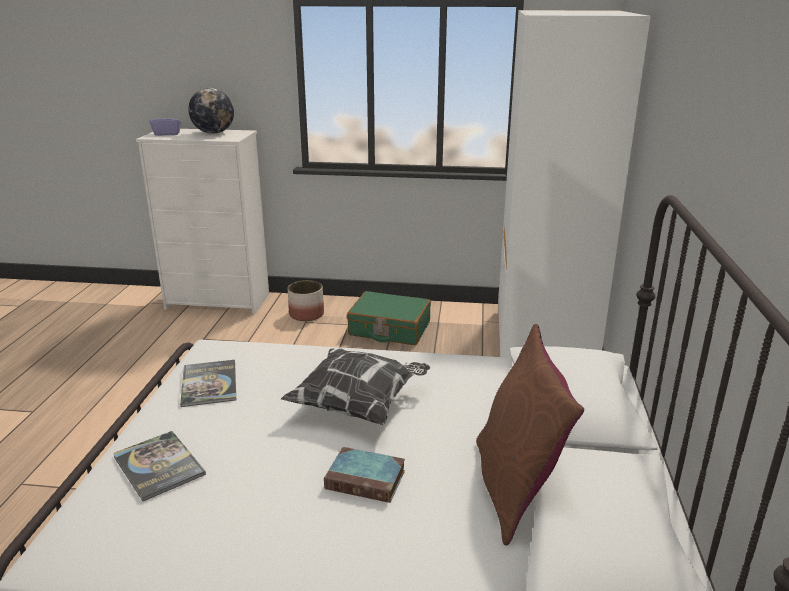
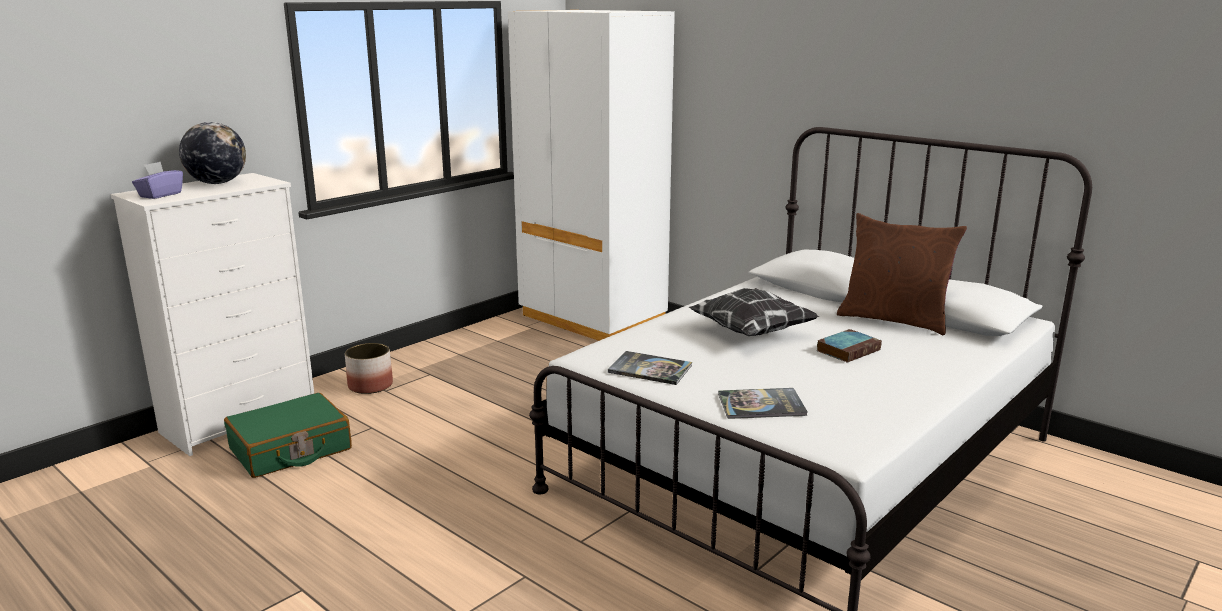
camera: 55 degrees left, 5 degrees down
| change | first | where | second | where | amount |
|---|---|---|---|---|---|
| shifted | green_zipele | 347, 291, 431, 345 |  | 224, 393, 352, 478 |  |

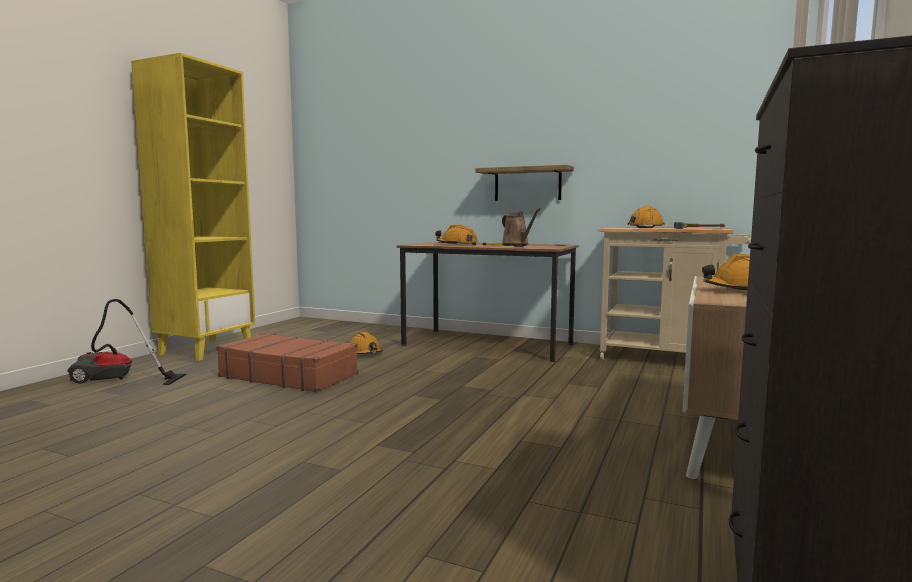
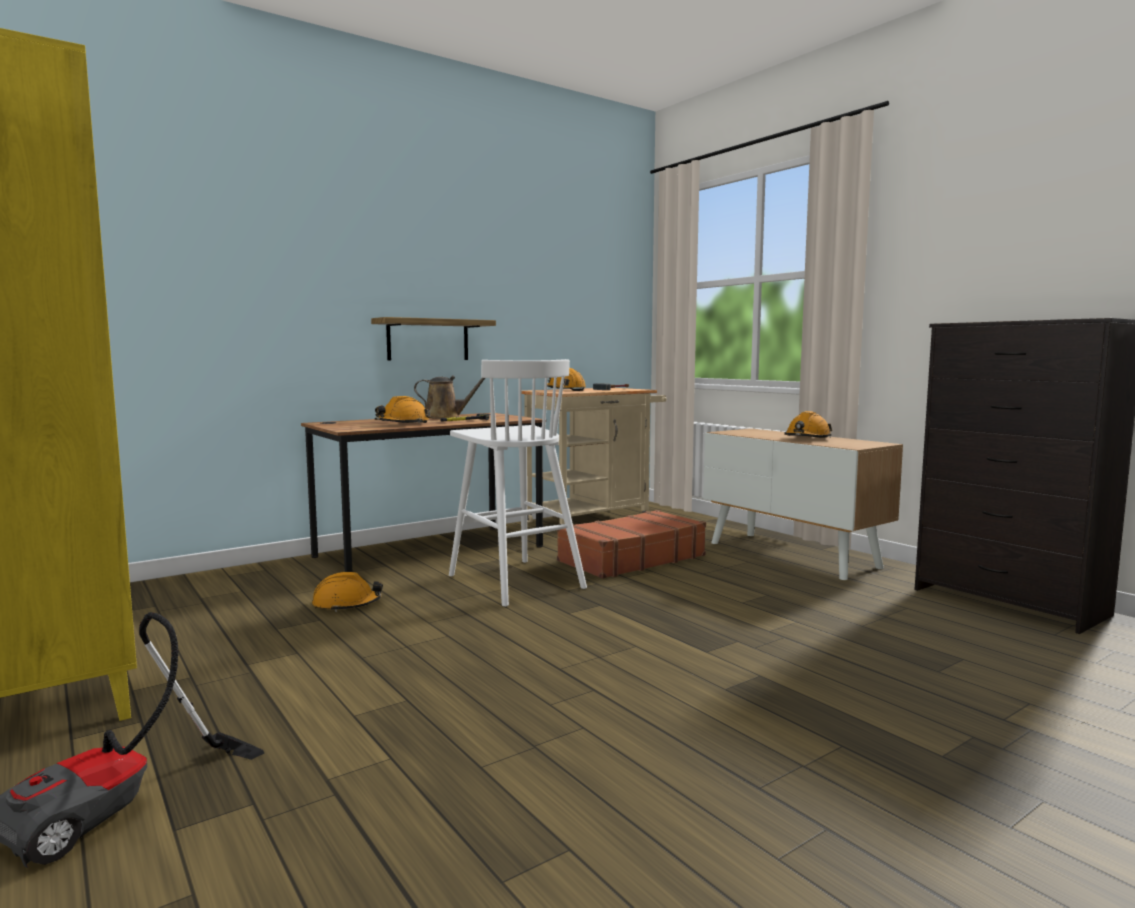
camera: 60 degrees left, 0 degrees up
| change | first | where | second | where | amount |
|---|---|---|---|---|---|
| new |  |  | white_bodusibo | 449, 359, 587, 607 |  |
| shifted | brown_zipele | 216, 333, 358, 392 |  | 557, 510, 706, 579 |  |

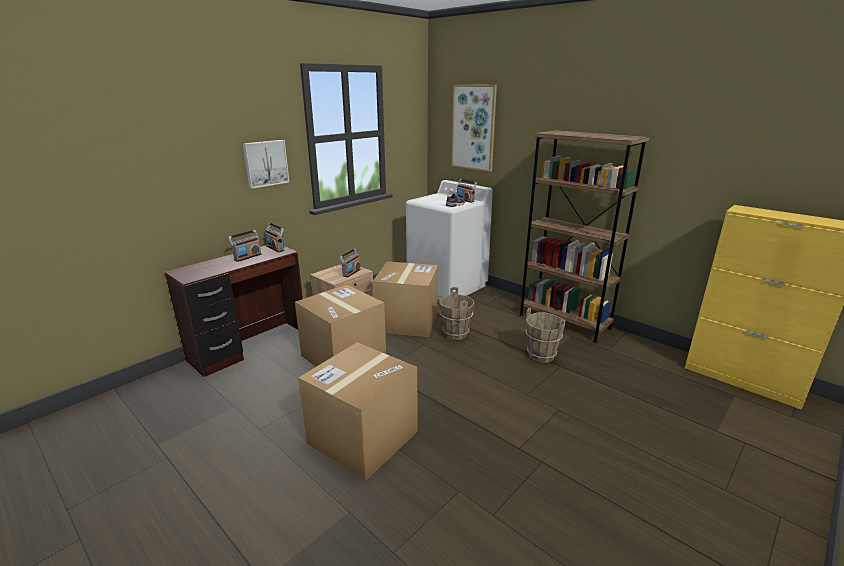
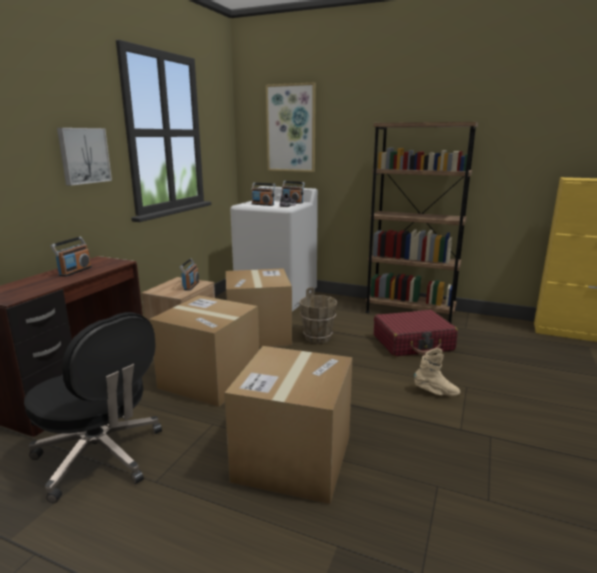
camera: 20 degrees left, 5 degrees down
| change | first | where | second | where | amount |
|---|---|---|---|---|---|
| new |  |  | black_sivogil | 24, 312, 162, 503 |  |
| shifted | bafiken | 265, 223, 285, 252 |  | 251, 183, 275, 206 |  |
| swapped | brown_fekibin | 526, 308, 565, 363 | red_zipele | 374, 310, 458, 357 |  |
| new |  |  | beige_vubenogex | 414, 348, 460, 396 |  |

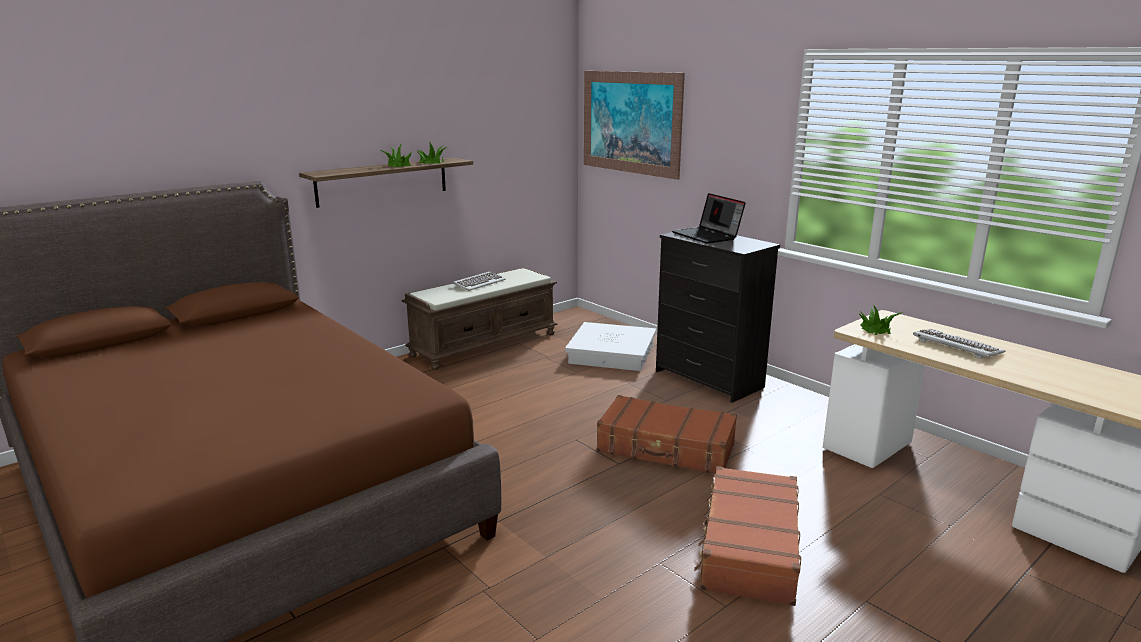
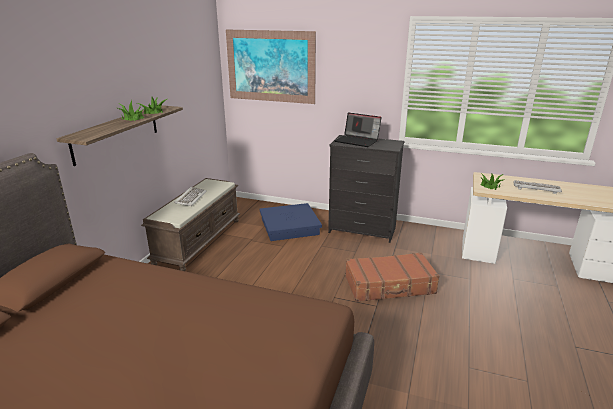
camera: 30 degrees left, 5 degrees up
| change | first | where | second | where | amount |
|---|---|---|---|---|---|
| repainted | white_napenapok | 565, 322, 656, 371 | blue_napenapok | 260, 203, 322, 241 |  |
| gone | brown_zipele | 694, 466, 801, 606 |  |  |  |

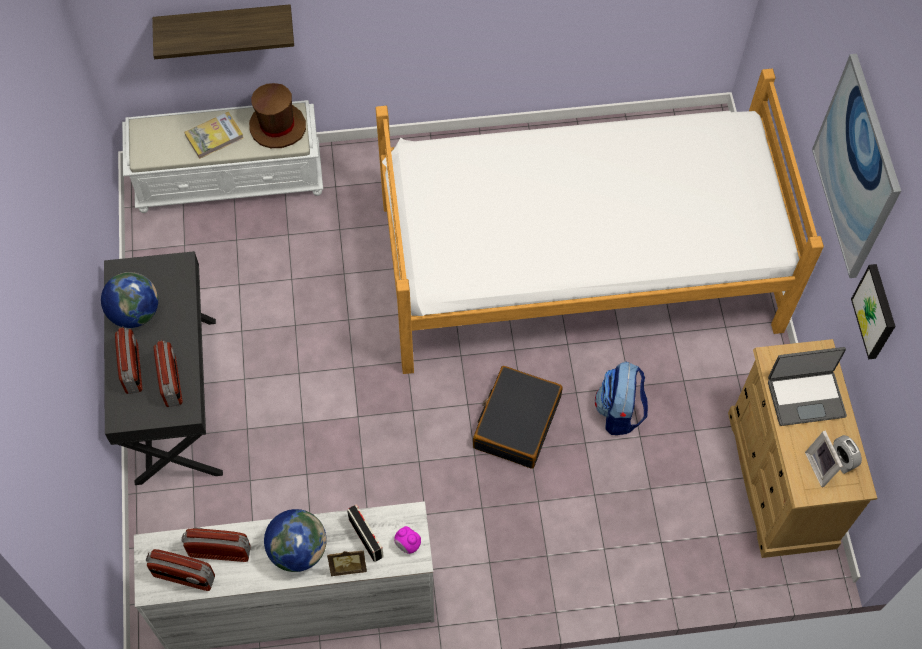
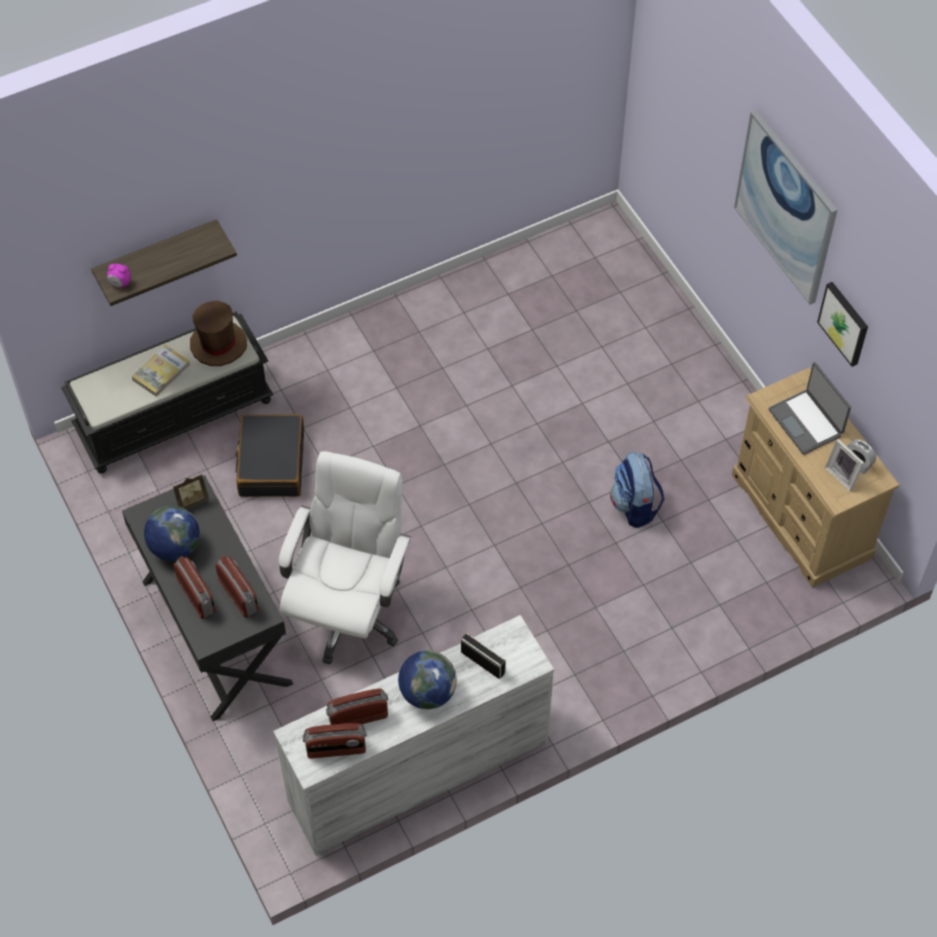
camera: 20 degrees left, 5 degrees down
| change | first | where | second | where | amount |
|---|---|---|---|---|---|
| repainted | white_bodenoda | 122, 100, 323, 213 | black_bodenoda | 61, 312, 273, 473 |  |
| shifted | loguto | 394, 526, 421, 554 |  | 107, 263, 131, 287 |  |
| shifted | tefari | 327, 549, 367, 576 |  | 173, 473, 209, 509 |  |
| shifted | black_zipele | 473, 366, 563, 469 |  | 235, 414, 304, 497 |  |
| new |  |  | white_sivogil | 278, 451, 411, 665 |  |
| rotated | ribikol | 768, 347, 847, 426 |  | 768, 362, 851, 455 | 90 degrees clockwise |
| gone | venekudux | 375, 69, 824, 374 |  |  |  |

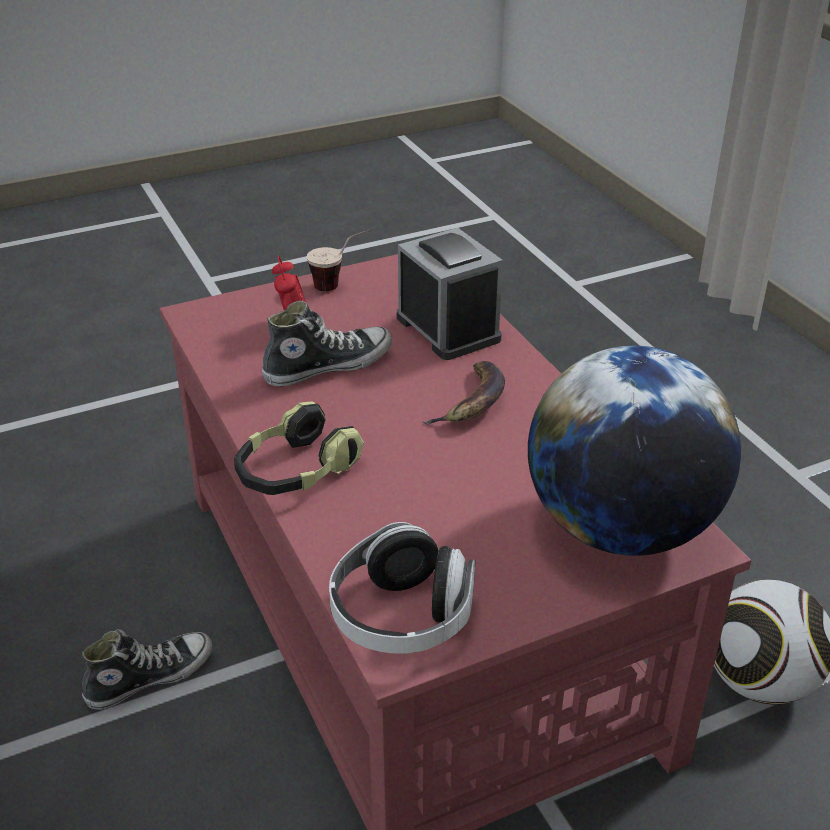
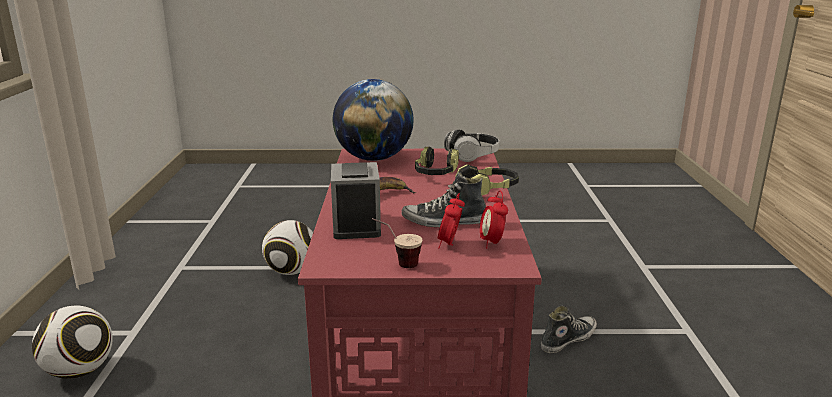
camera: 155 degrees left, 15 degrees down
| change | first | where | second | where | amount |
|---|---|---|---|---|---|
| new |  |  | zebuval | 32, 306, 112, 379 |  |
| new |  |  | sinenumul | 415, 147, 459, 175 |  |
| new |  |  | loguto | 480, 191, 508, 249 |  |
| rotated | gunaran | 82, 629, 212, 710 |  | 541, 306, 597, 353 | 150 degrees clockwise |

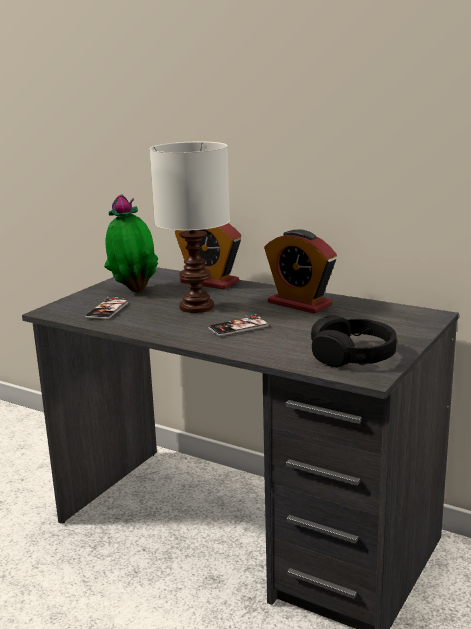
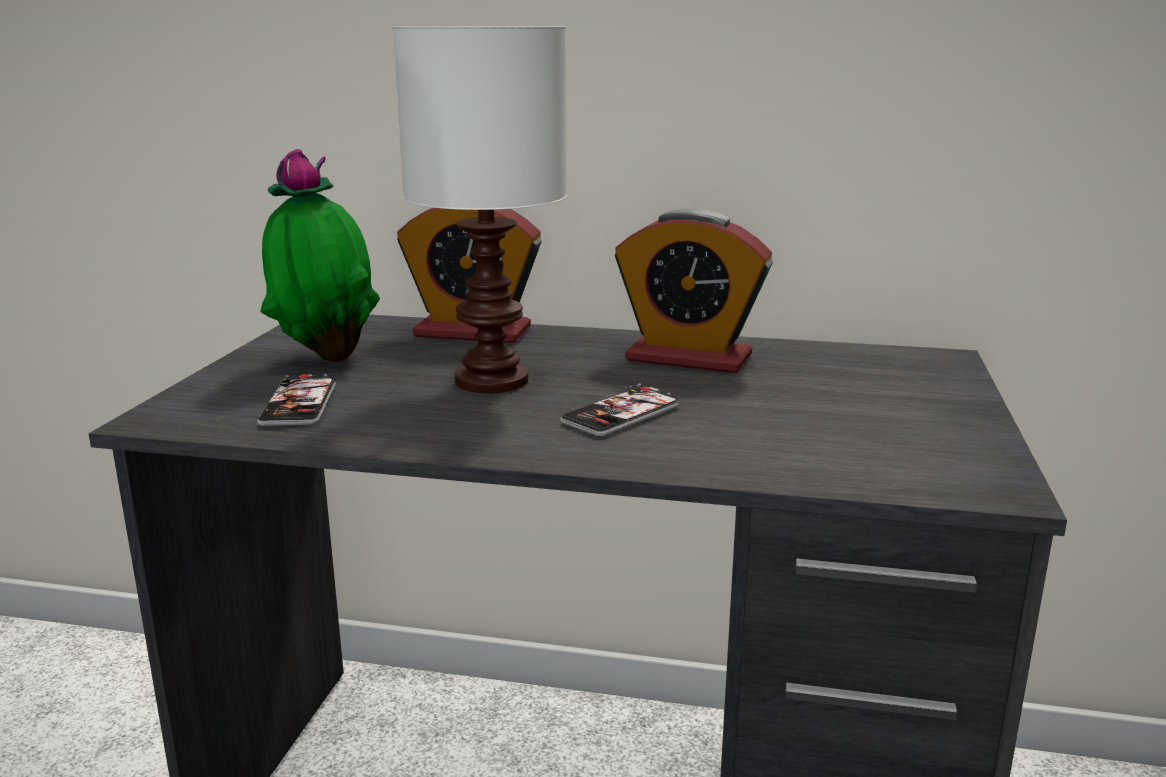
camera: 20 degrees left, 0 degrees up
| change | first | where | second | where | amount |
|---|---|---|---|---|---|
| gone | black_sinenumul | 311, 315, 397, 367 |  |  |  |

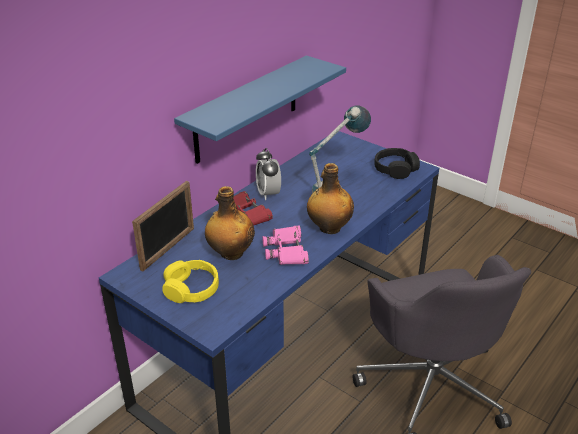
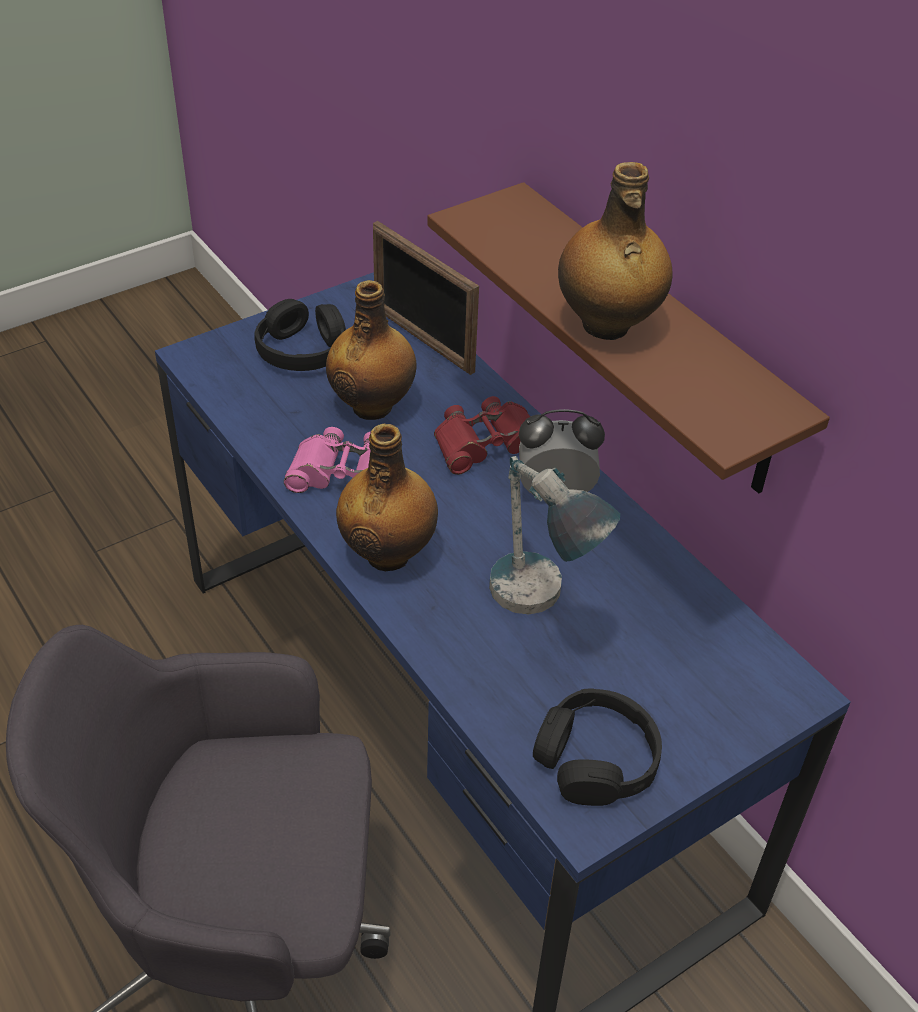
camera: 105 degrees right, 10 degrees up
| change | first | where | second | where | amount |
|---|---|---|---|---|---|
| repainted | yellow_sinenumul | 162, 260, 219, 303 | black_sinenumul | 254, 299, 346, 371 |  |
| repainted | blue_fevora | 174, 55, 346, 164 | brown_fevora | 427, 182, 830, 494 |  |
| new |  |  | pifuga | 558, 162, 673, 340 |  |

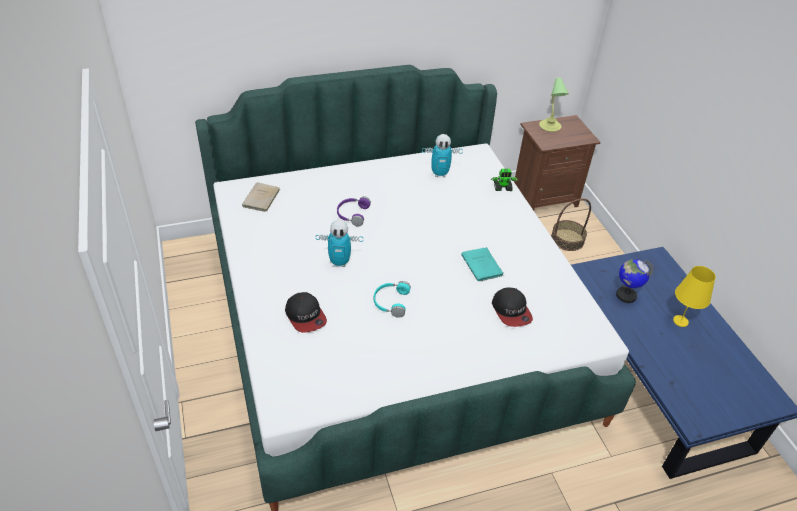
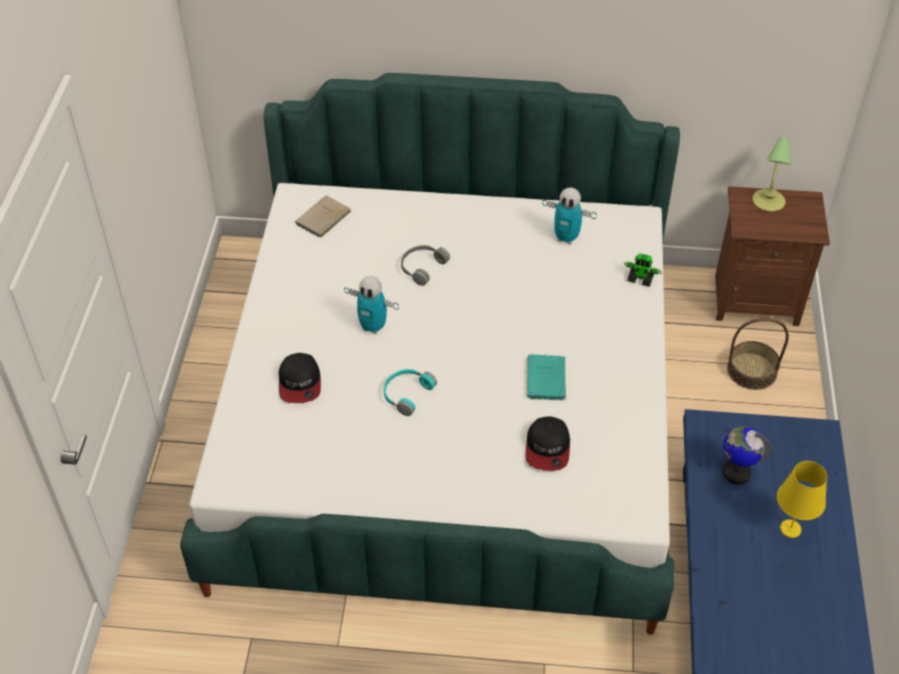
camera: 25 degrees right, 5 degrees up
| change | first | where | second | where | amount |
|---|---|---|---|---|---|
| repainted | purple_sinenumul | 337, 197, 371, 227 | grey_sinenumul | 401, 245, 450, 286 |  |

